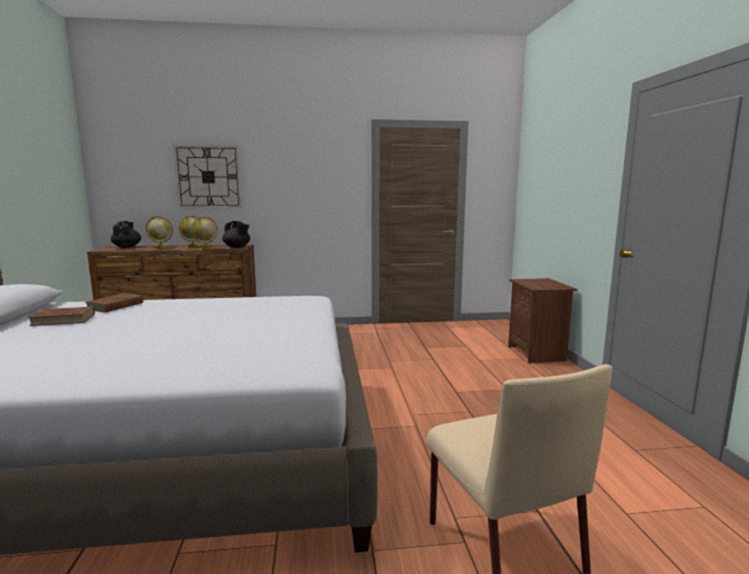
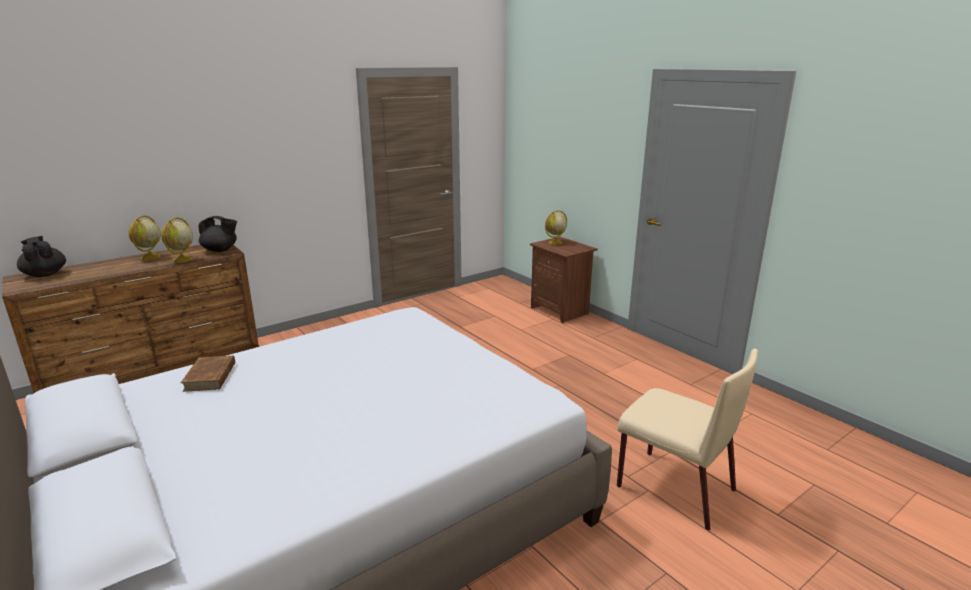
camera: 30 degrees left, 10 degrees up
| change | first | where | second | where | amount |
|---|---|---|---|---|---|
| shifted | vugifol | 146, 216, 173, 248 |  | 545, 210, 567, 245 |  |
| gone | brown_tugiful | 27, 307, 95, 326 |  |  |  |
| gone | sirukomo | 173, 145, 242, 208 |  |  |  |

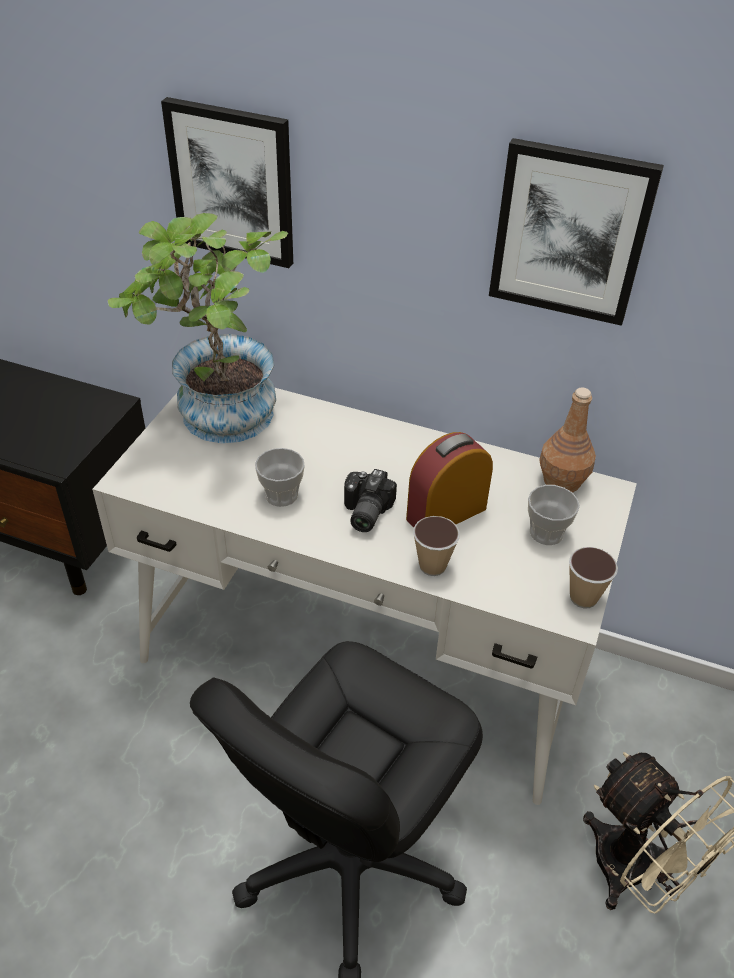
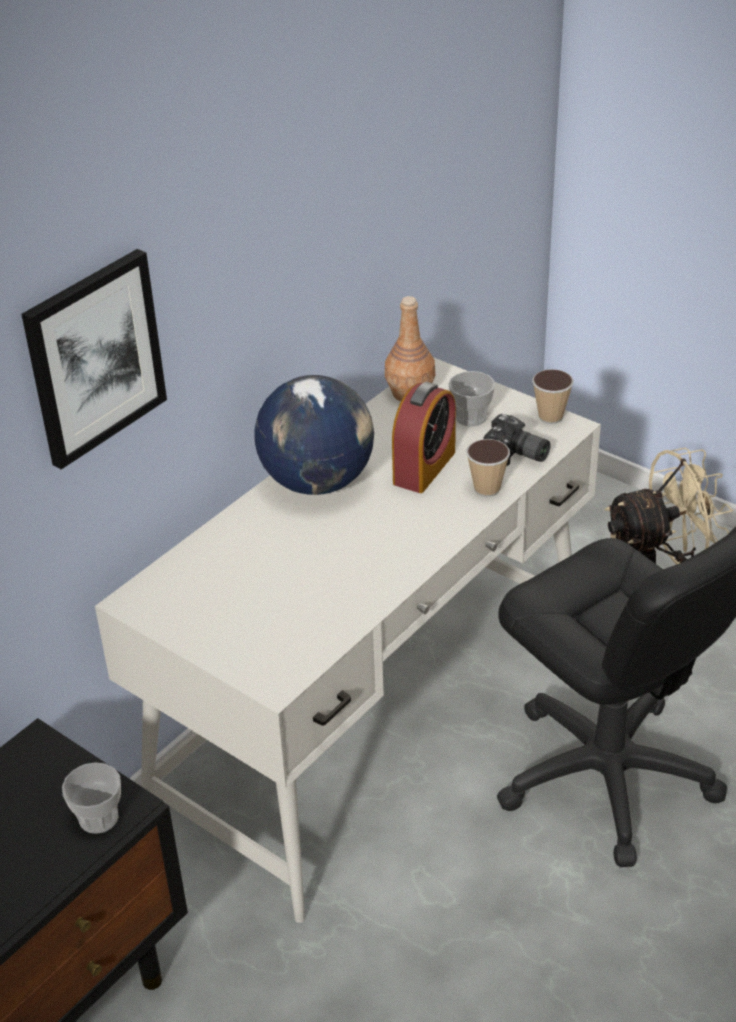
camera: 70 degrees left, 5 degrees down
| change | first | where | second | where | amount |
|---|---|---|---|---|---|
| shifted | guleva | 255, 448, 305, 507 |  | 62, 762, 121, 834 |  |
| new |  |  | vugifol | 254, 375, 374, 495 |  |
| rotated | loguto | 406, 432, 493, 528 |  | 392, 382, 456, 493 | 135 degrees counterclockwise |
| shifted | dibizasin | 344, 469, 397, 532 |  | 483, 414, 551, 466 |  |
| gone | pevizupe | 107, 213, 288, 443 |  |  |  |
| gone | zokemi | 489, 138, 664, 326 |  |  |  |

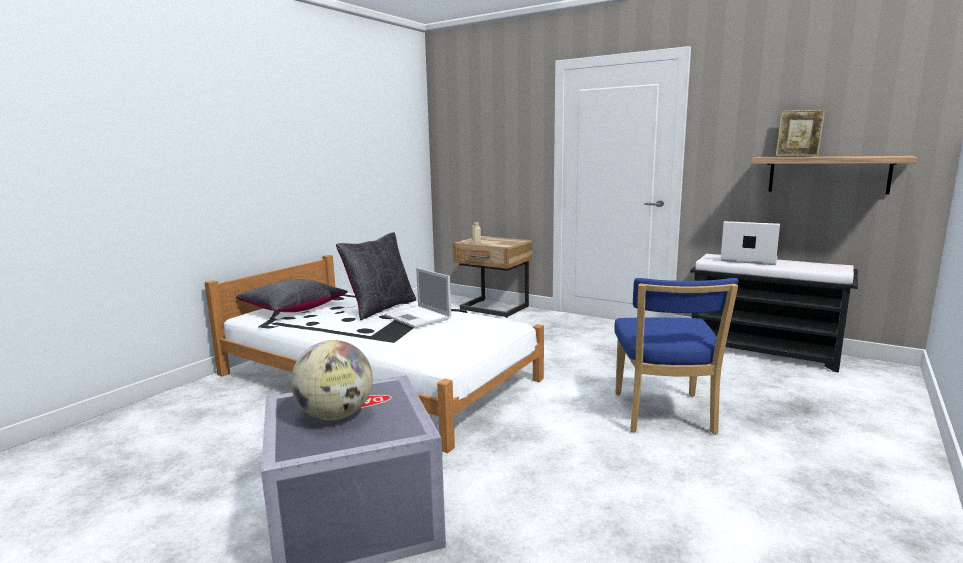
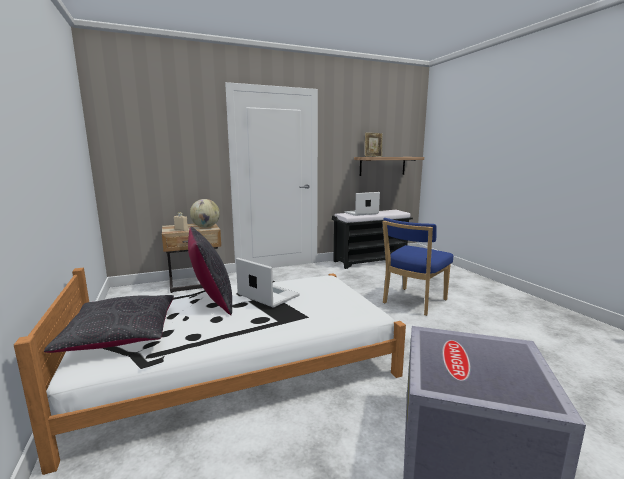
camera: 55 degrees left, 0 degrees up
| change | first | where | second | where | amount |
|---|---|---|---|---|---|
| shifted | vugifol | 291, 340, 373, 420 |  | 190, 199, 220, 228 |  |
| rotated | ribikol | 384, 268, 451, 328 |  | 236, 258, 300, 308 | 135 degrees counterclockwise |
| rotated | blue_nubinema | 614, 278, 738, 434 |  | 382, 218, 453, 316 | 90 degrees clockwise |

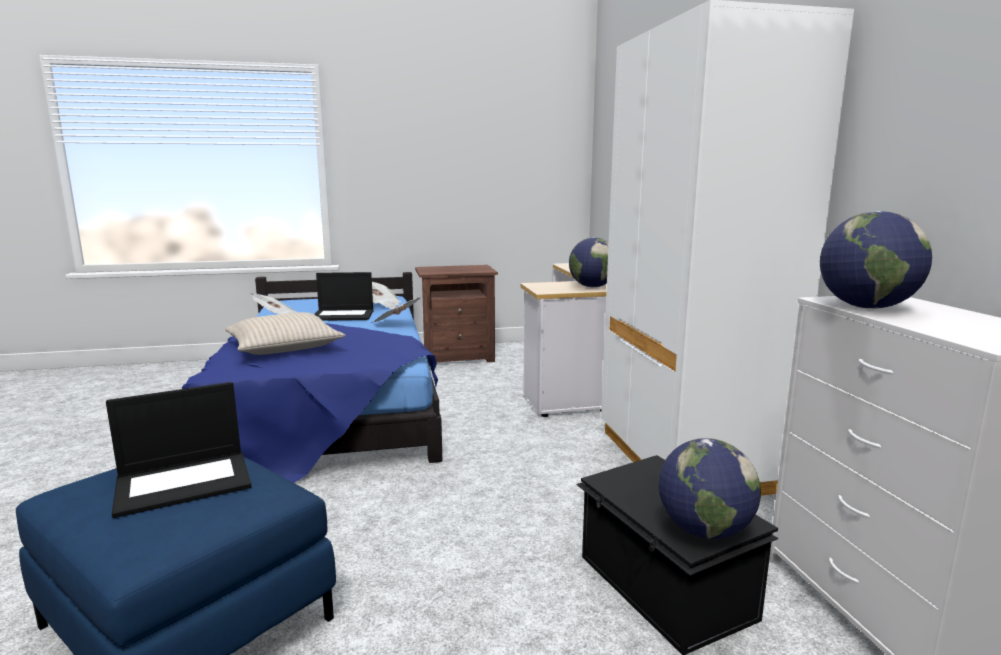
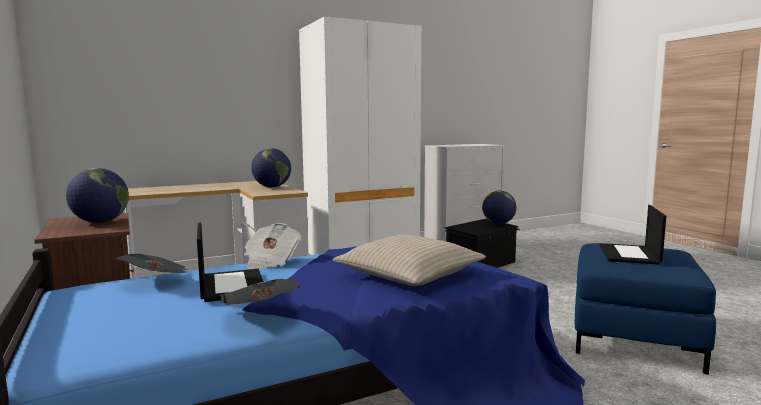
camera: 105 degrees left, 5 degrees down
| change | first | where | second | where | amount |
|---|---|---|---|---|---|
| shifted | vugifol | 820, 211, 932, 309 |  | 66, 168, 129, 223 |  |
| rotated | ribikol | 106, 382, 252, 518 |  | 599, 205, 666, 265 | 120 degrees counterclockwise |

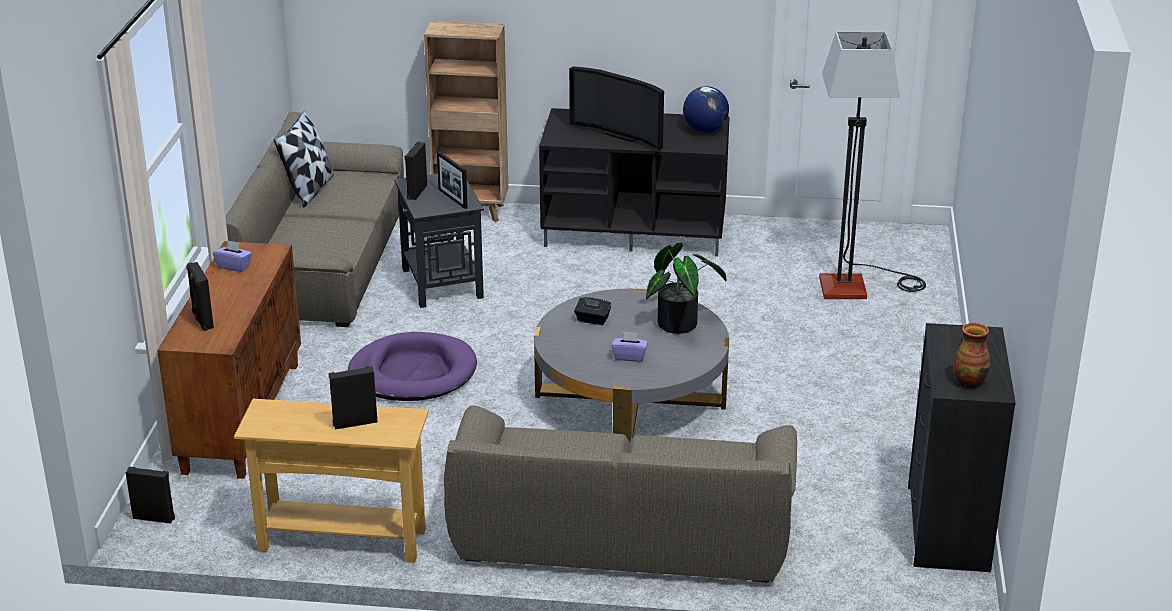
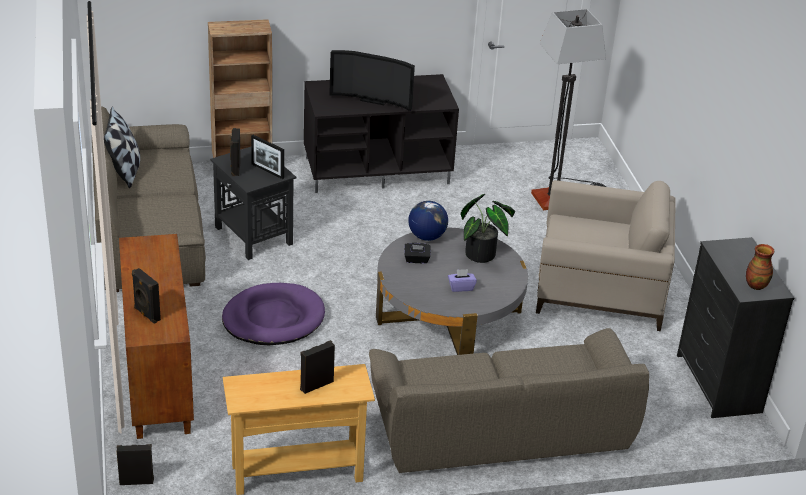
camera: 20 degrees left, 5 degrees up
| change | first | where | second | where | amount |
|---|---|---|---|---|---|
| shifted | vugifol | 683, 86, 729, 133 |  | 408, 201, 448, 241 |  |
| new |  |  | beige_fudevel | 536, 180, 676, 331 |  |
| gone | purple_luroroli | 213, 240, 252, 272 |  |  |  |

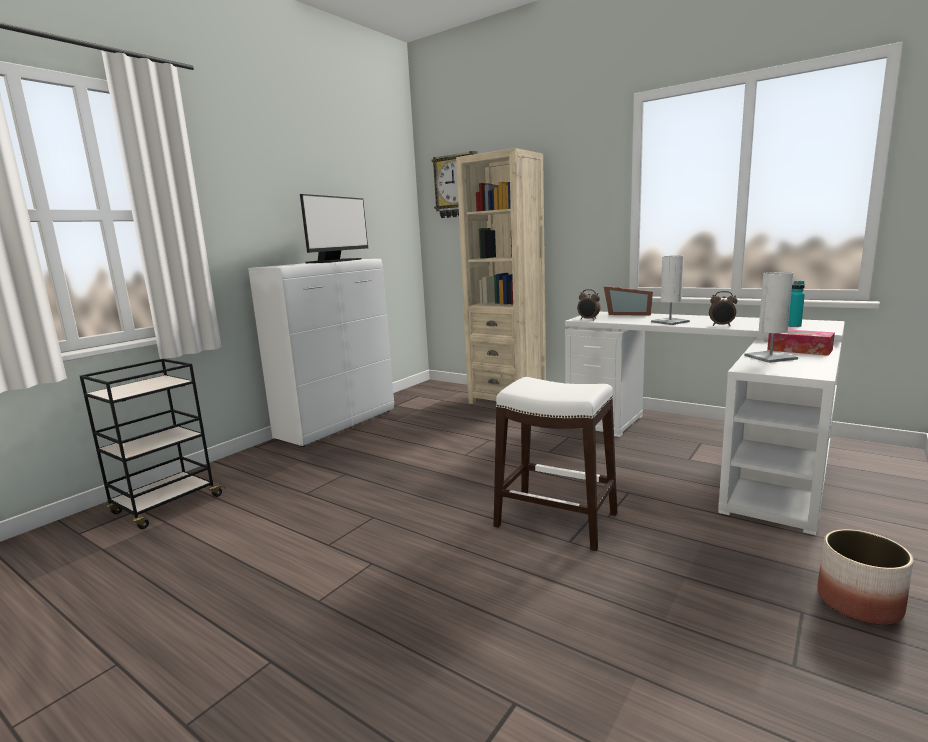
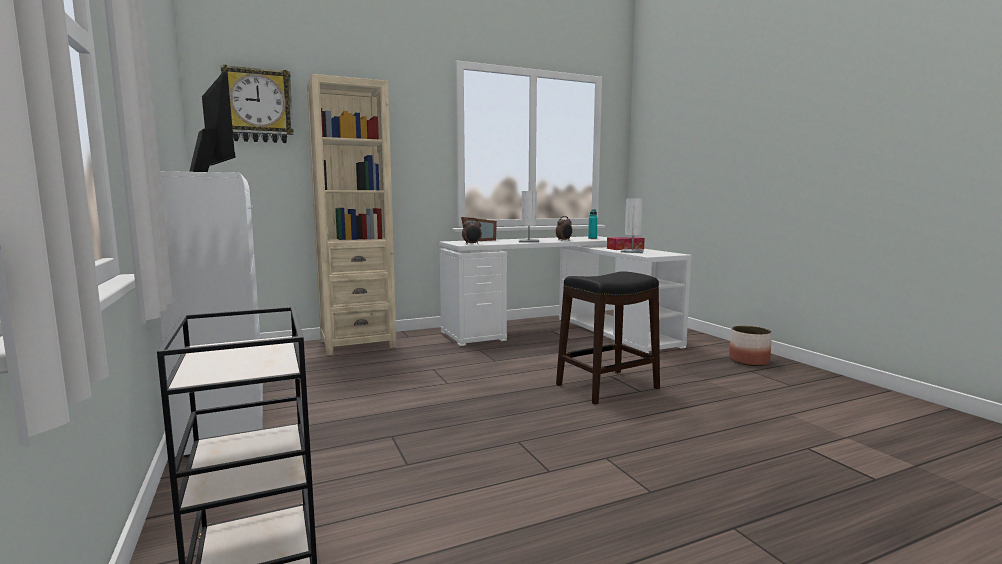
camera: 60 degrees left, 5 degrees down
| change | first | where | second | where | amount |
|---|---|---|---|---|---|
| repainted | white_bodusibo | 494, 377, 617, 551 | black_bodusibo | 556, 271, 660, 404 |  |

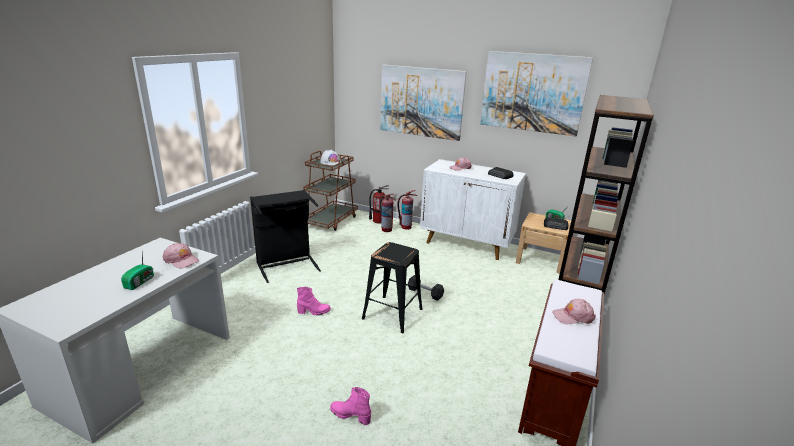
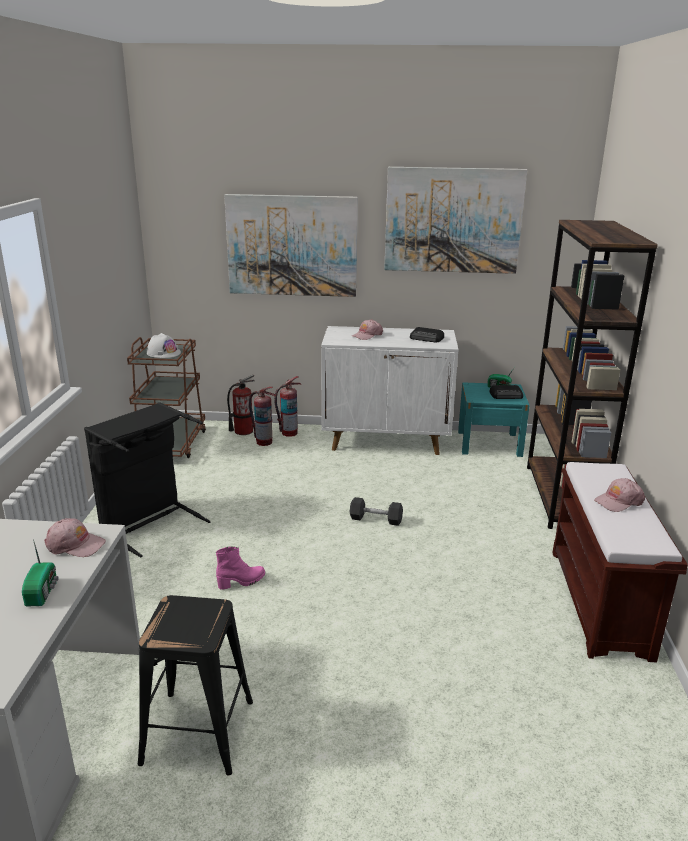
camera: 20 degrees left, 0 degrees up
| change | first | where | second | where | amount |
|---|---|---|---|---|---|
| shifted | black_bodusibo | 362, 242, 422, 333 |  | 138, 595, 253, 775 |  |
| repainted | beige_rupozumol | 516, 212, 571, 274 | turquoise_rupozumol | 458, 382, 530, 457 |  |
| gone | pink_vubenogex | 330, 387, 371, 425 |  |  |  |

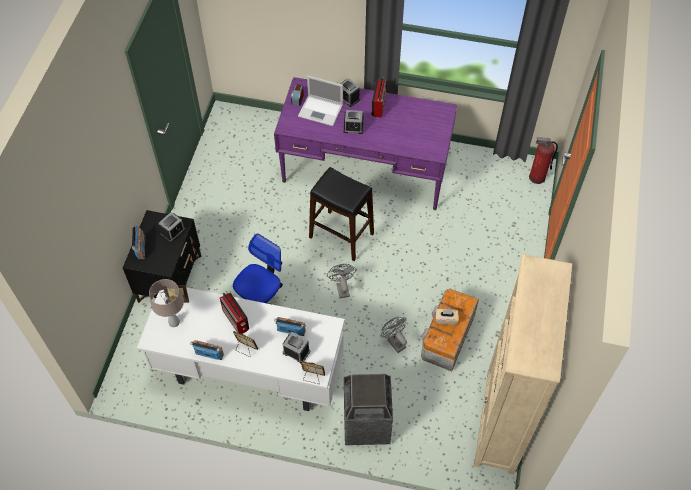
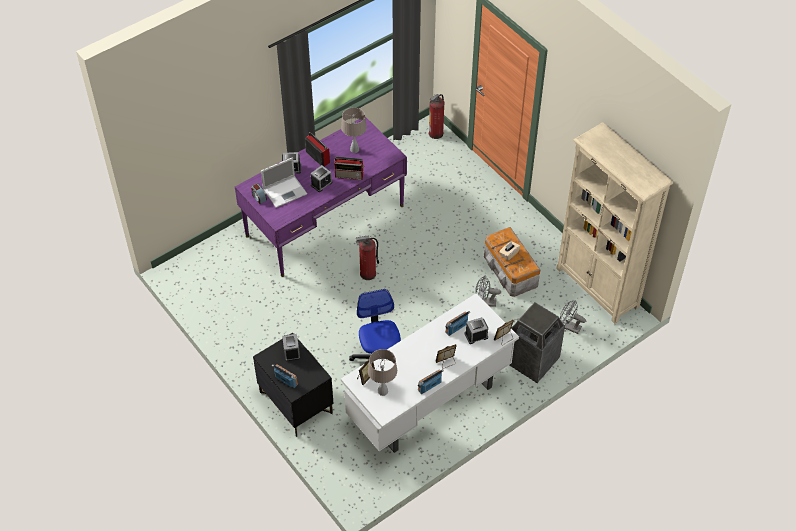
camera: 50 degrees left, 5 degrees down
| change | first | where | second | where | amount |
|---|---|---|---|---|---|
| shifted | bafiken | 220, 293, 249, 334 |  | 334, 157, 364, 180 |  |
| new |  |  | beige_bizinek | 341, 107, 367, 153 |  |
| swapped | black_bodusibo | 309, 167, 374, 261 | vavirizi | 356, 235, 379, 280 |  |
| shifted | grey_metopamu | 327, 264, 357, 298 |  | 560, 300, 586, 334 |  |

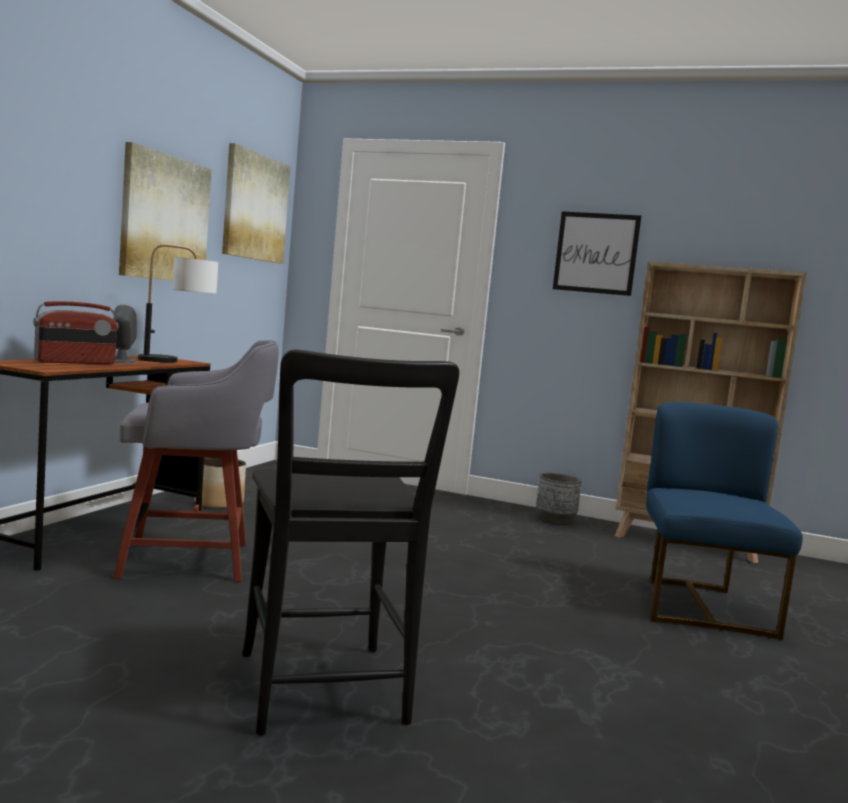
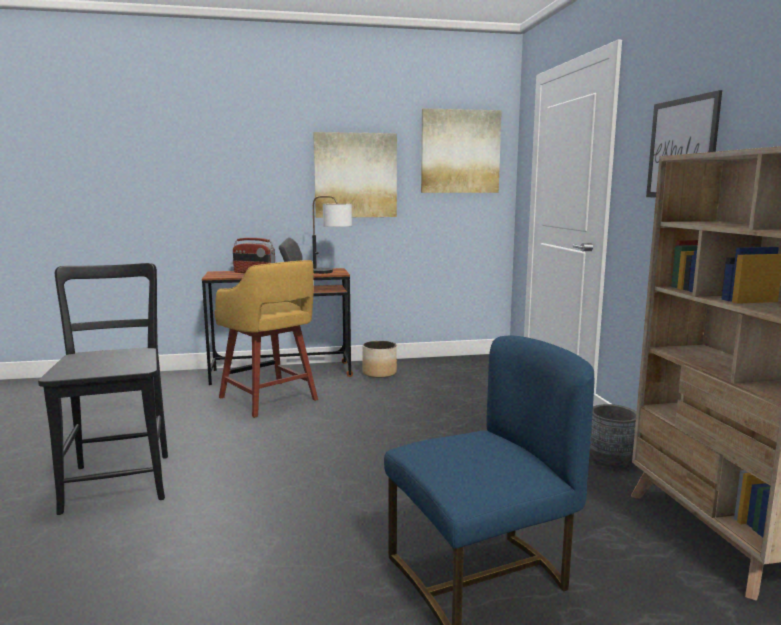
camera: 60 degrees right, 5 degrees up
| change | first | where | second | where | amount |
|---|---|---|---|---|---|
| rotated | black_nubinema | 242, 350, 459, 735 |  | 38, 263, 168, 515 | 120 degrees clockwise |
| repainted | grey_bodusibo | 113, 340, 279, 582 | yellow_bodusibo | 215, 260, 318, 418 |  |

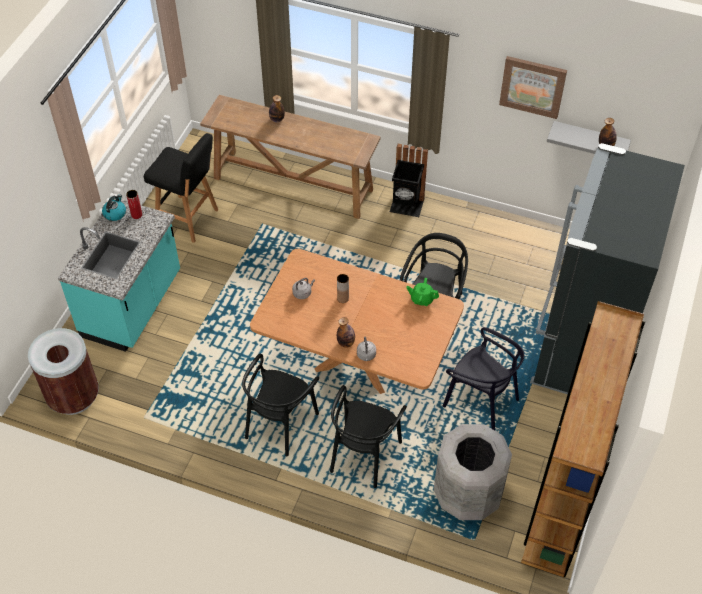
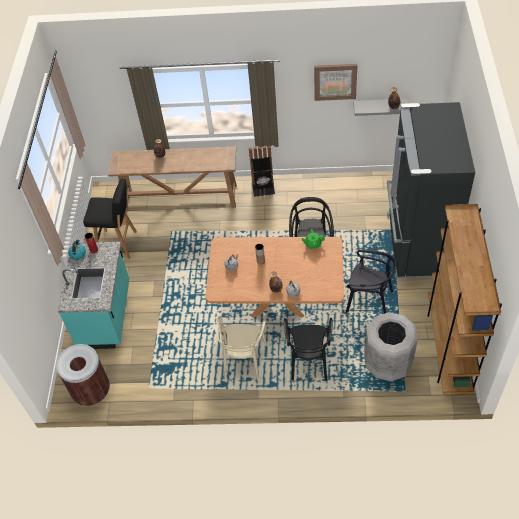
camera: 15 degrees left, 0 degrees up
| change | first | where | second | where | amount |
|---|---|---|---|---|---|
| repainted | black_nubinema | 242, 354, 319, 456 | beige_nubinema | 216, 316, 267, 380 |  |

